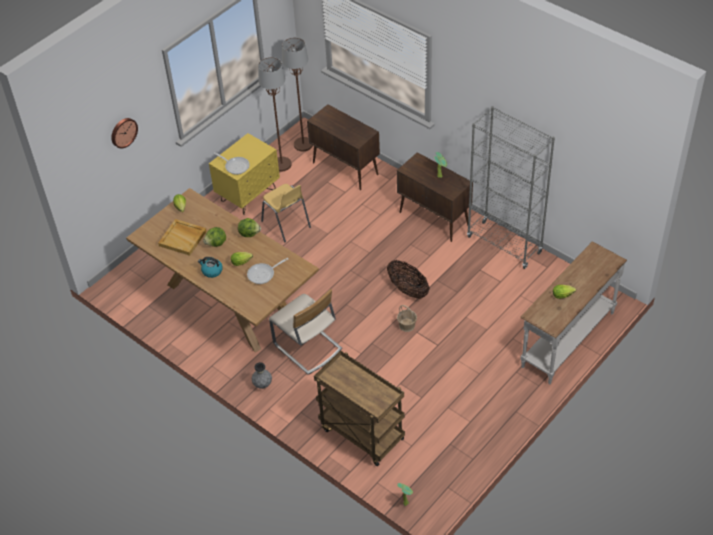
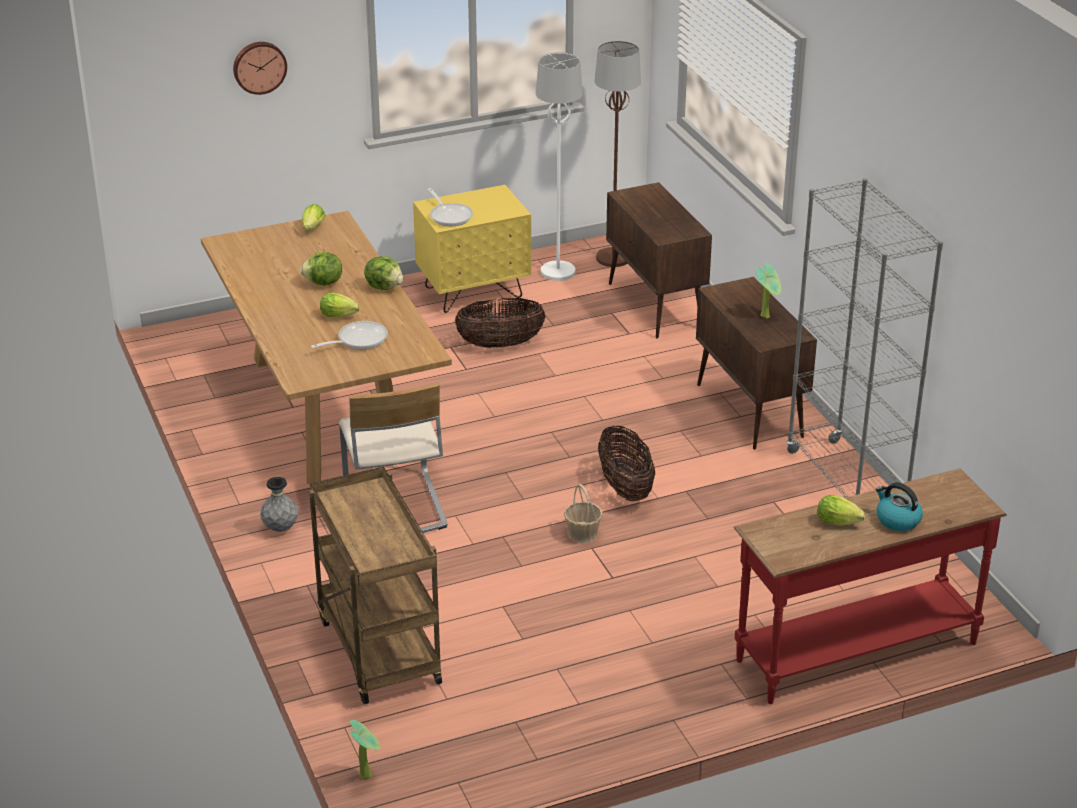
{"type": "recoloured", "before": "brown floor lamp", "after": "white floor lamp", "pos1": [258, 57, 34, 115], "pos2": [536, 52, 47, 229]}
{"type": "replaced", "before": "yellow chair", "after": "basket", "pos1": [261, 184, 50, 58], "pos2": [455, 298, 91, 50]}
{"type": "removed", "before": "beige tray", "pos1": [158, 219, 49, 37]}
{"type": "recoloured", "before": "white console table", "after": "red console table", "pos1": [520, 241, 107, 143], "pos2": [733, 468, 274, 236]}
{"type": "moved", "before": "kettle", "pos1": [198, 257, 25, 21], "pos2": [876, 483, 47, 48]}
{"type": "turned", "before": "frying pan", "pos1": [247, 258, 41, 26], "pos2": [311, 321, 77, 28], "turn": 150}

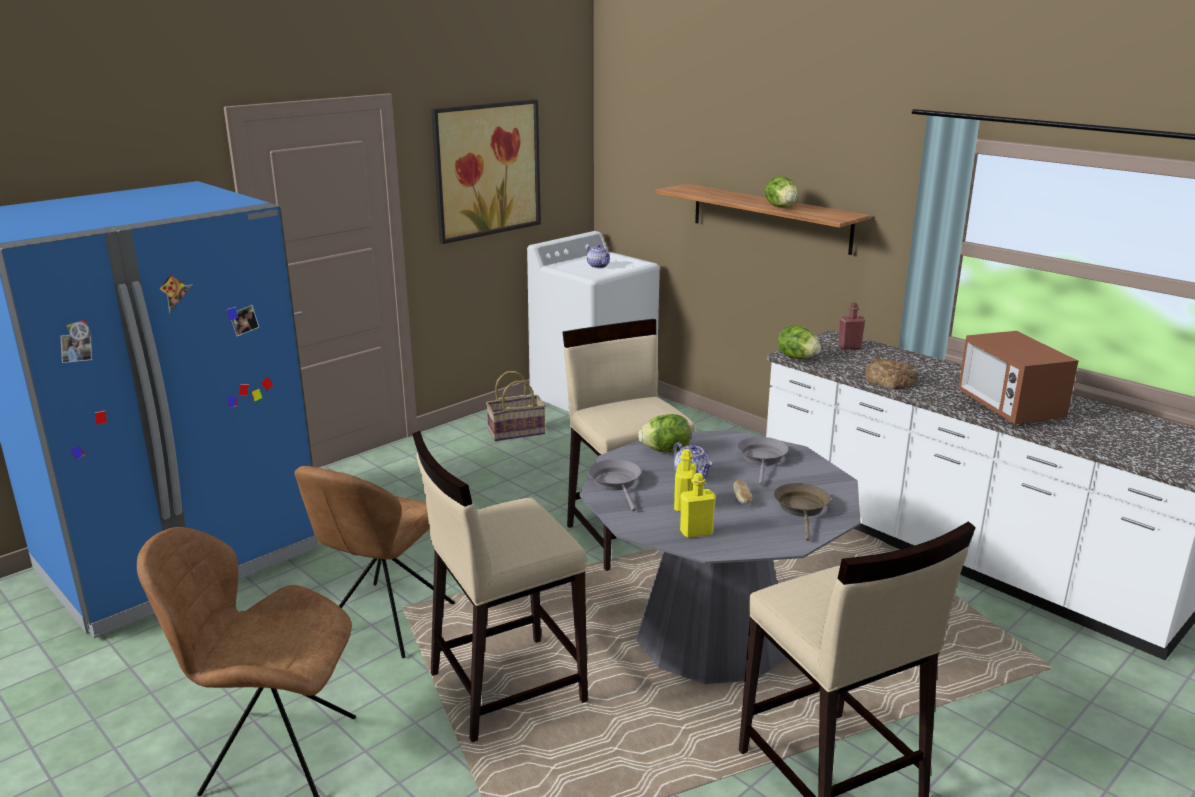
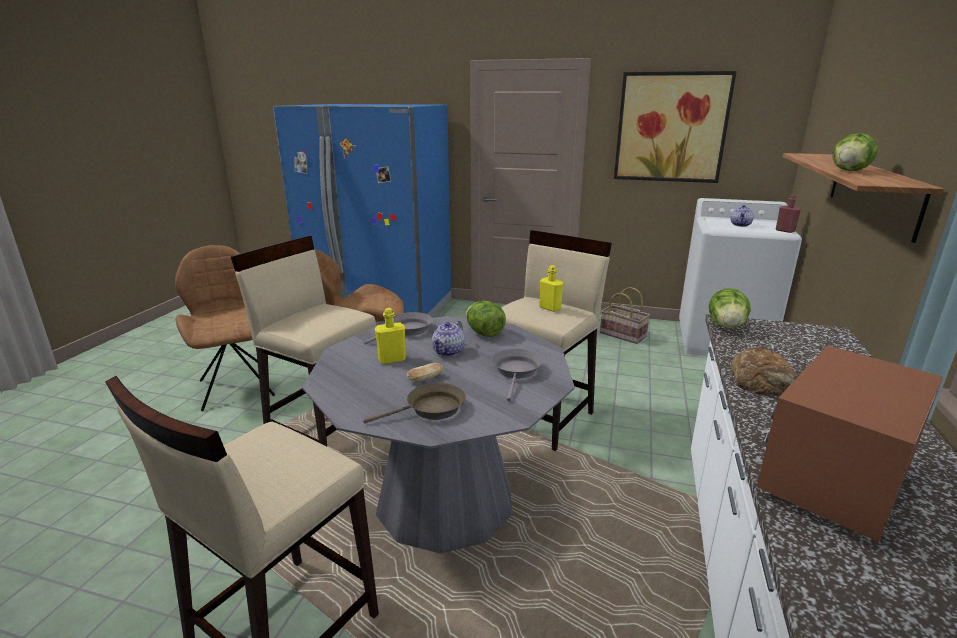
{"type": "moved", "before": "red bottle", "pos1": [838, 302, 27, 48], "pos2": [776, 195, 25, 38]}
{"type": "turned", "before": "grey frying pan", "pos1": [738, 437, 50, 48], "pos2": [491, 348, 52, 53], "turn": -60}
{"type": "moved", "before": "yellow bottle", "pos1": [680, 473, 36, 65], "pos2": [539, 265, 24, 47]}

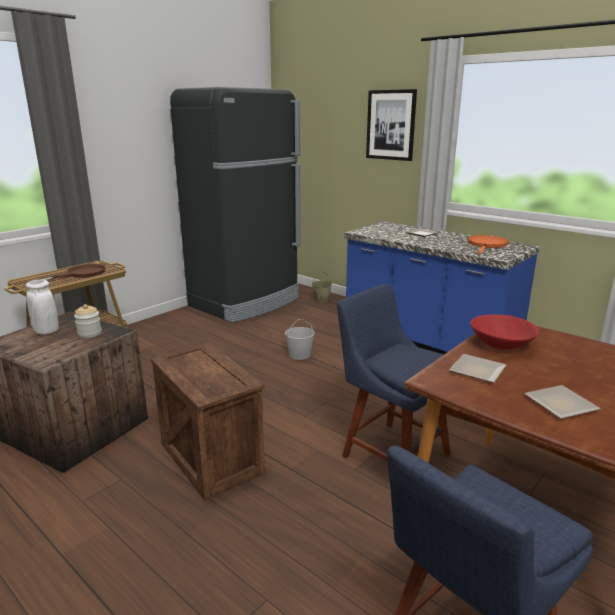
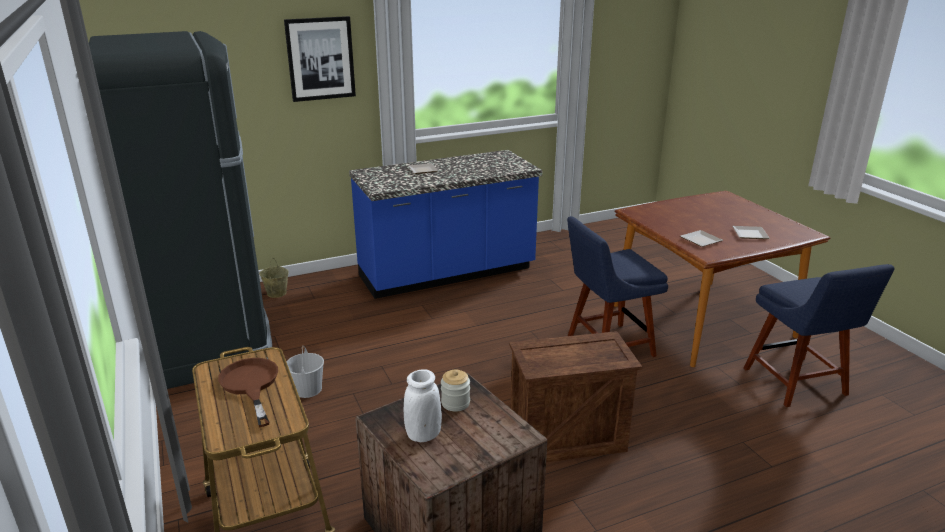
{"type": "removed", "before": "orange frying pan", "pos1": [467, 235, 42, 18]}
{"type": "removed", "before": "red bowl", "pos1": [470, 314, 69, 36]}
{"type": "moved", "before": "white bucket", "pos1": [285, 319, 29, 41], "pos2": [287, 346, 37, 52]}

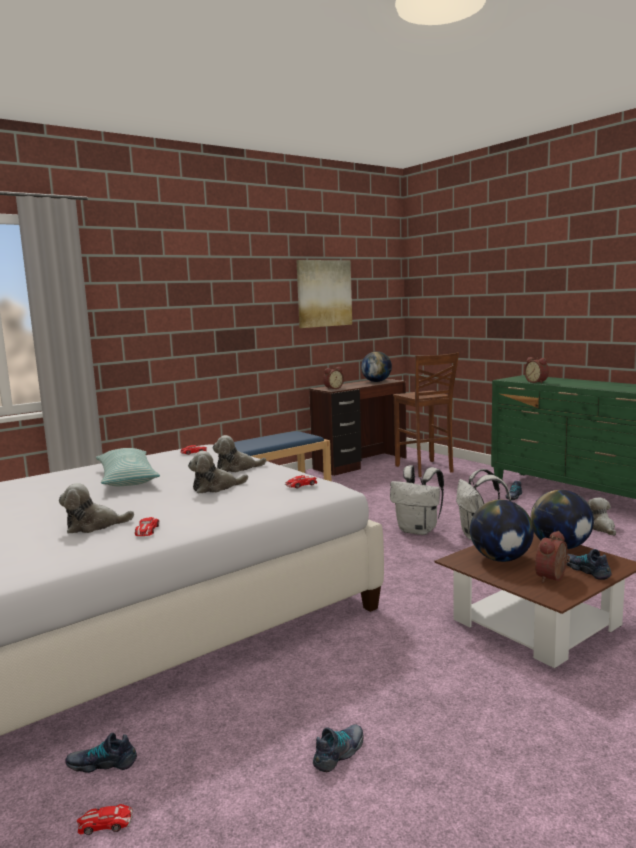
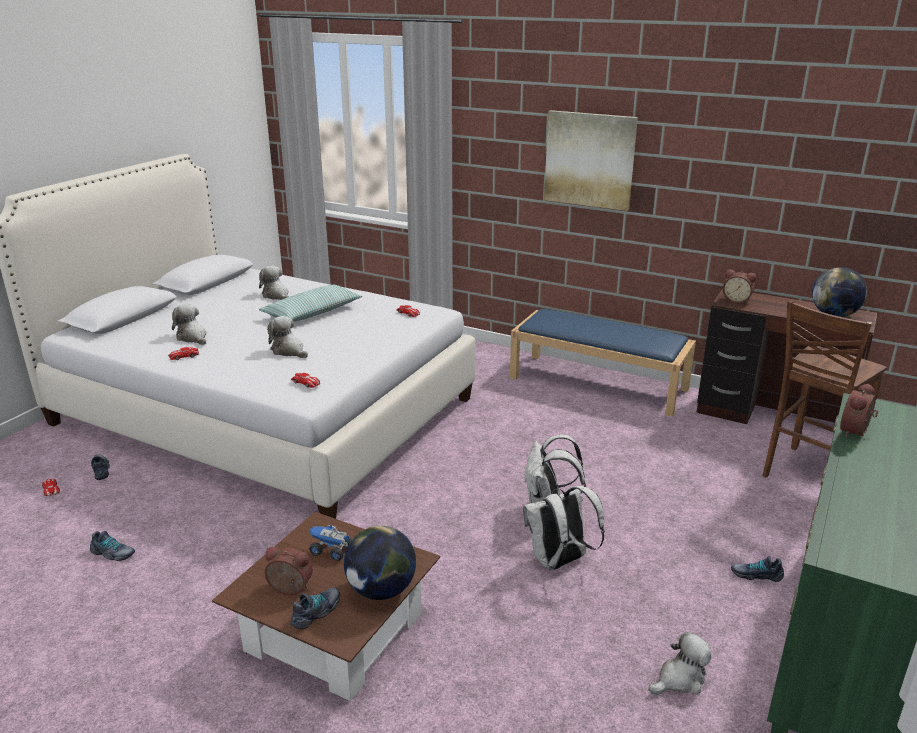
{"type": "moved", "before": "picture", "pos1": [296, 260, 56, 68], "pos2": [544, 110, 94, 101]}
{"type": "moved", "before": "plush toy", "pos1": [213, 435, 54, 37], "pos2": [259, 265, 30, 35]}
{"type": "replaced", "before": "globe", "after": "toy truck", "pos1": [470, 499, 64, 63], "pos2": [309, 525, 43, 36]}

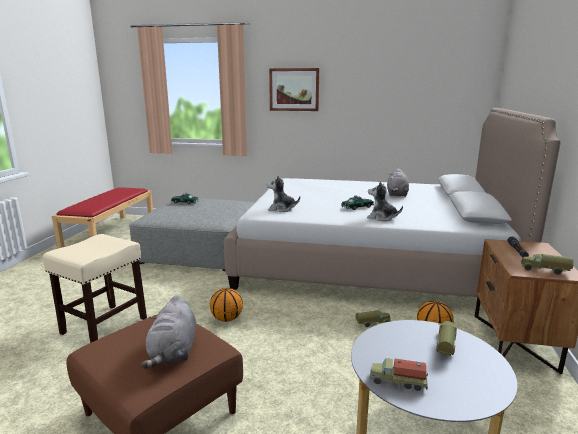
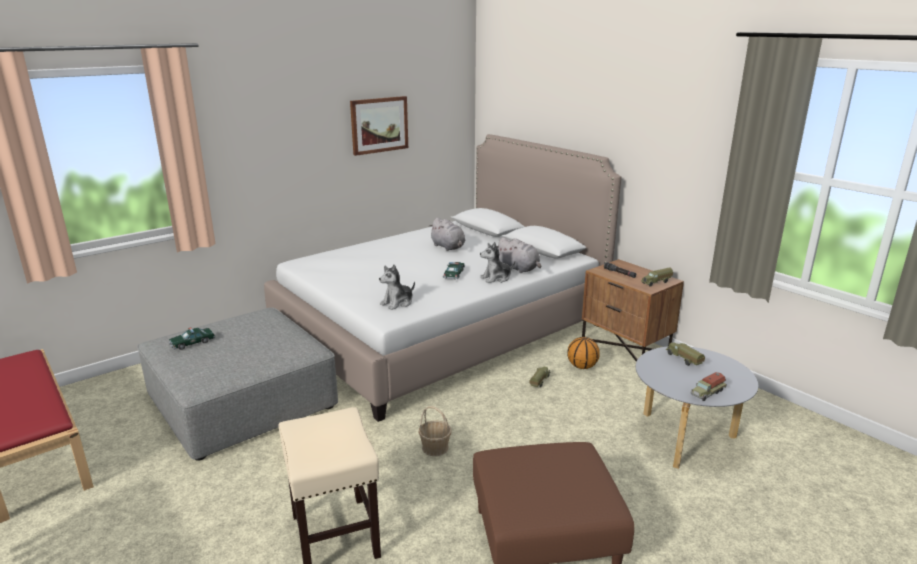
{"type": "moved", "before": "picture", "pos1": [269, 68, 50, 43], "pos2": [350, 96, 58, 60]}
{"type": "replaced", "before": "basketball", "after": "basket", "pos1": [210, 288, 33, 34], "pos2": [418, 406, 34, 50]}
{"type": "moved", "before": "grey plush toy", "pos1": [141, 295, 55, 73], "pos2": [497, 237, 44, 36]}

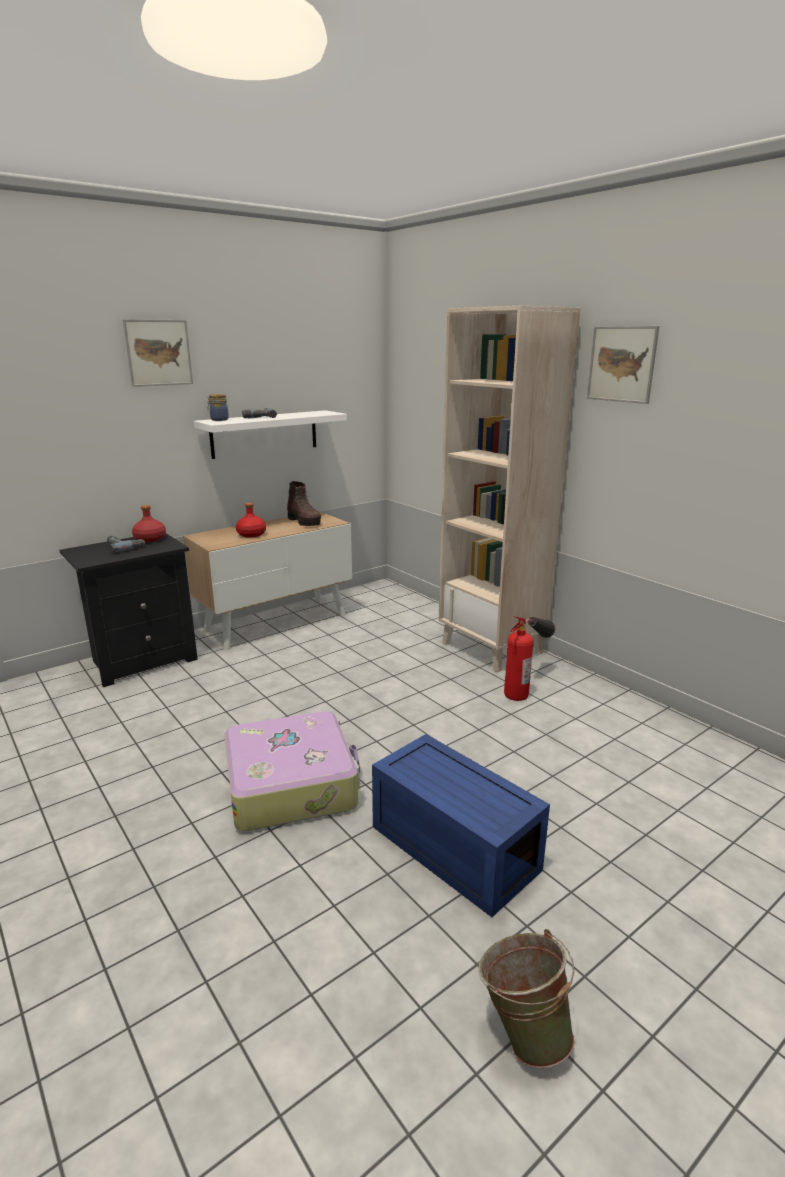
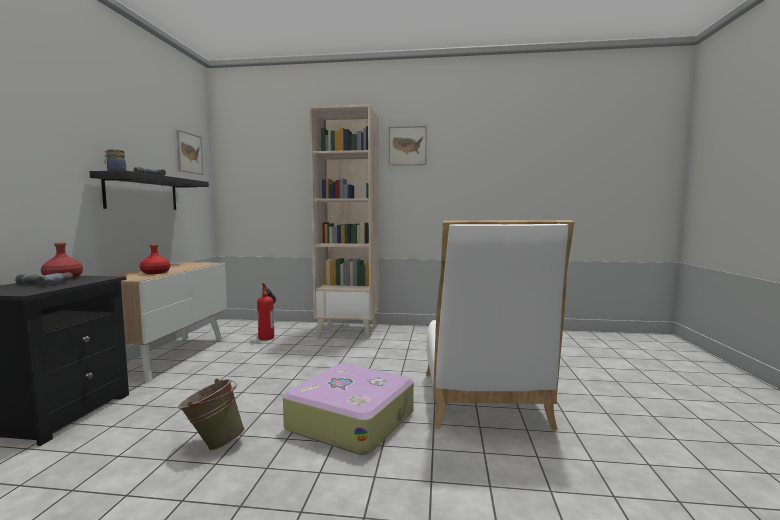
{"type": "moved", "before": "picture", "pos1": [123, 319, 70, 68], "pos2": [176, 129, 28, 46]}
{"type": "recoloured", "before": "white shelf", "after": "black shelf", "pos1": [194, 410, 153, 49], "pos2": [89, 171, 120, 39]}
{"type": "removed", "before": "brown boot", "pos1": [287, 481, 34, 45]}
{"type": "moved", "before": "fire extinguisher", "pos1": [504, 616, 51, 85], "pos2": [257, 283, 19, 57]}
{"type": "replaced", "before": "blue storage box", "after": "white chair", "pos1": [372, 734, 178, 183], "pos2": [426, 220, 148, 210]}
{"type": "moved", "before": "green bucket", "pos1": [478, 929, 97, 140], "pos2": [178, 379, 67, 72]}

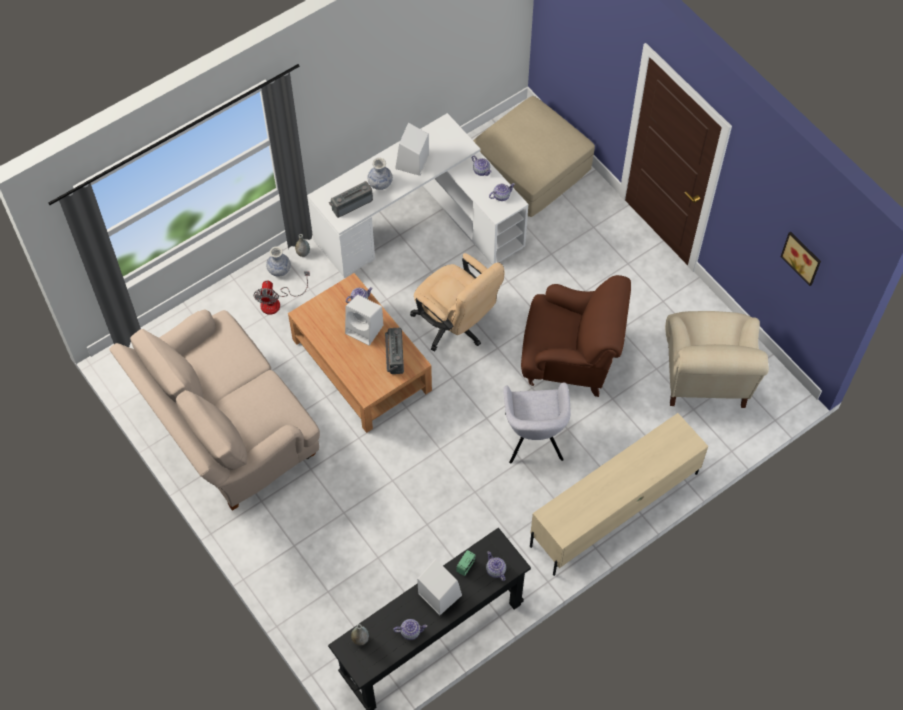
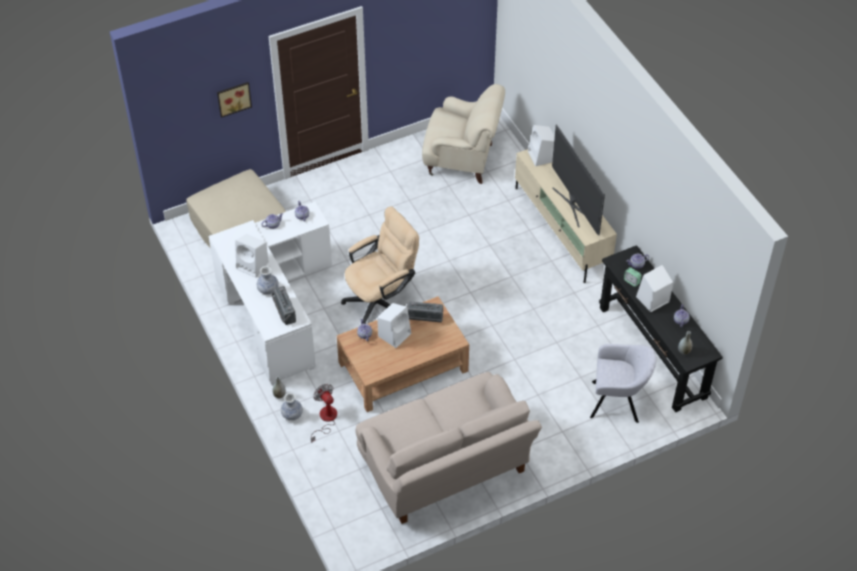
{"type": "moved", "before": "picture", "pos1": [781, 231, 40, 55], "pos2": [217, 82, 35, 36]}
{"type": "turned", "before": "fan", "pos1": [253, 271, 57, 44], "pos2": [311, 384, 26, 59], "turn": -135}
{"type": "removed", "before": "brown armchair", "pos1": [521, 275, 110, 122]}
{"type": "moved", "before": "grey armchair", "pos1": [503, 383, 68, 81], "pos2": [590, 344, 66, 79]}
{"type": "added", "after": "television", "pos2": [552, 124, 53, 111]}
{"type": "added", "after": "white speaker", "pos2": [528, 125, 27, 41]}

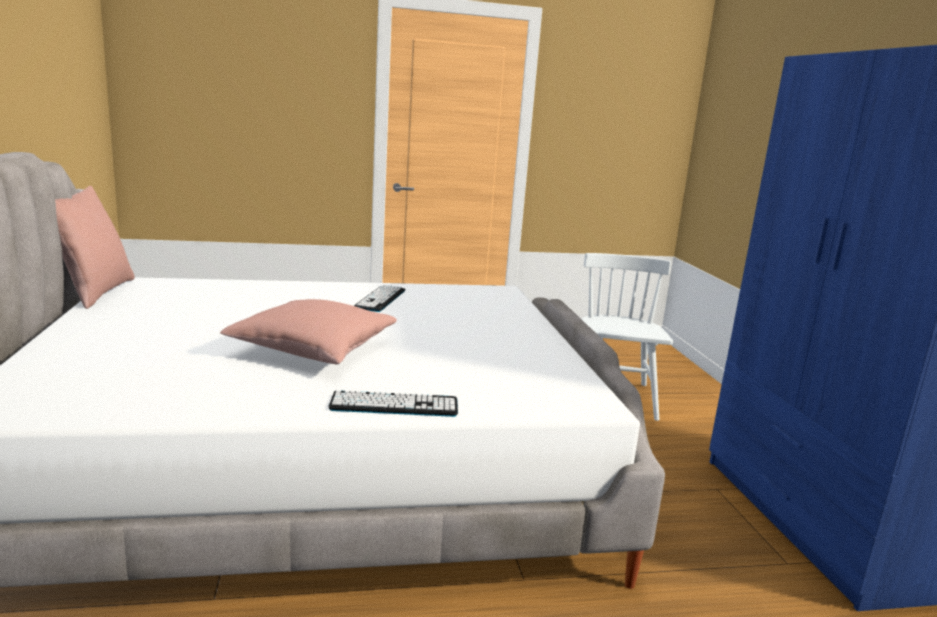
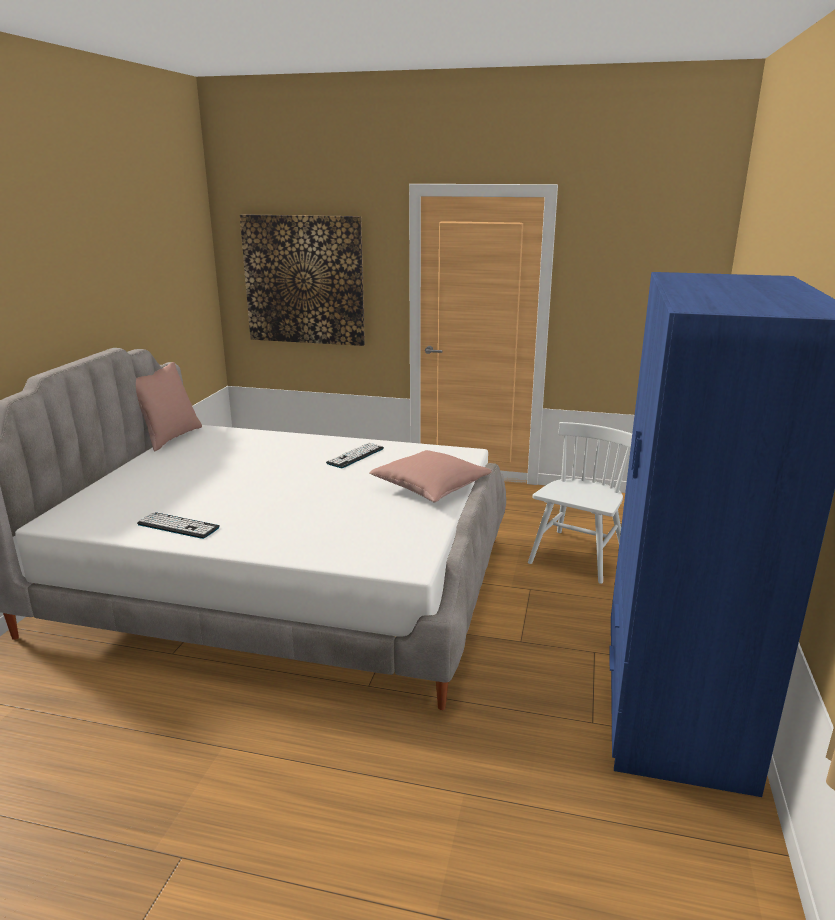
{"type": "moved", "before": "pink pillow", "pos1": [220, 299, 177, 65], "pos2": [369, 450, 123, 53]}
{"type": "moved", "before": "keyboard", "pos1": [328, 390, 130, 27], "pos2": [137, 512, 83, 27]}
{"type": "added", "after": "picture", "pos2": [240, 214, 125, 132]}

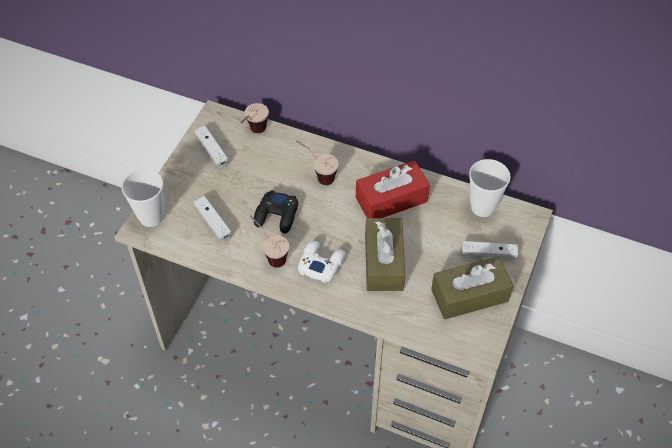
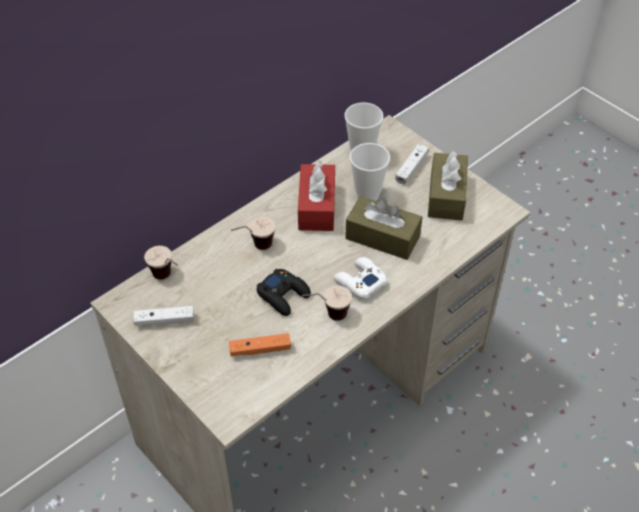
{"type": "moved", "before": "cup", "pos1": [121, 169, 43, 58], "pos2": [350, 143, 40, 58]}
{"type": "recoloured", "before": "white game controller", "after": "orange game controller", "pos1": [194, 196, 38, 46], "pos2": [229, 333, 62, 23]}

